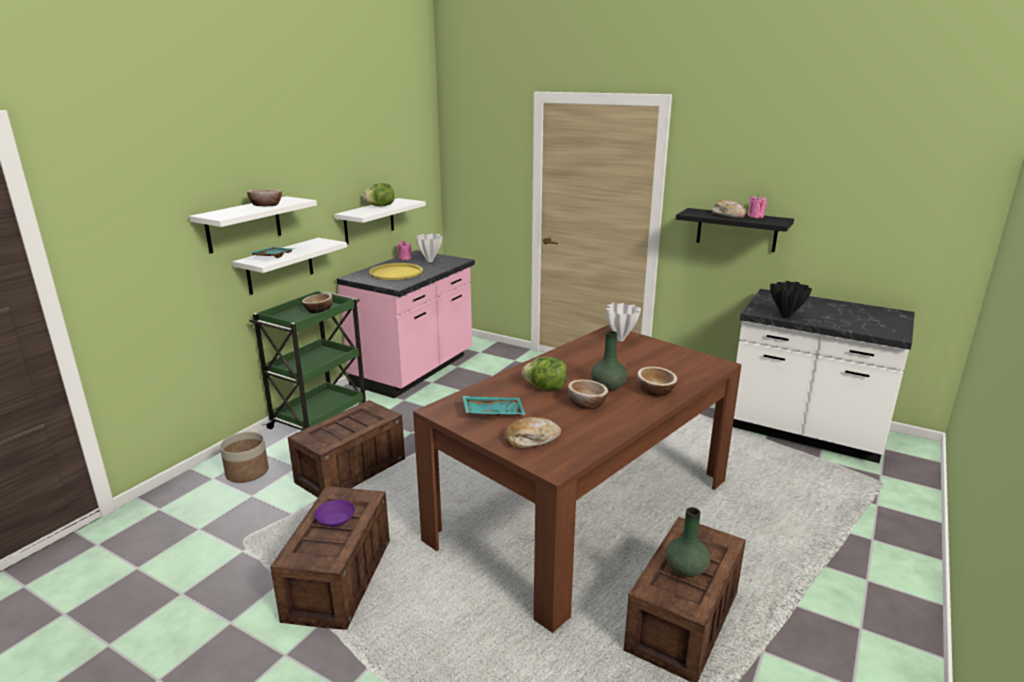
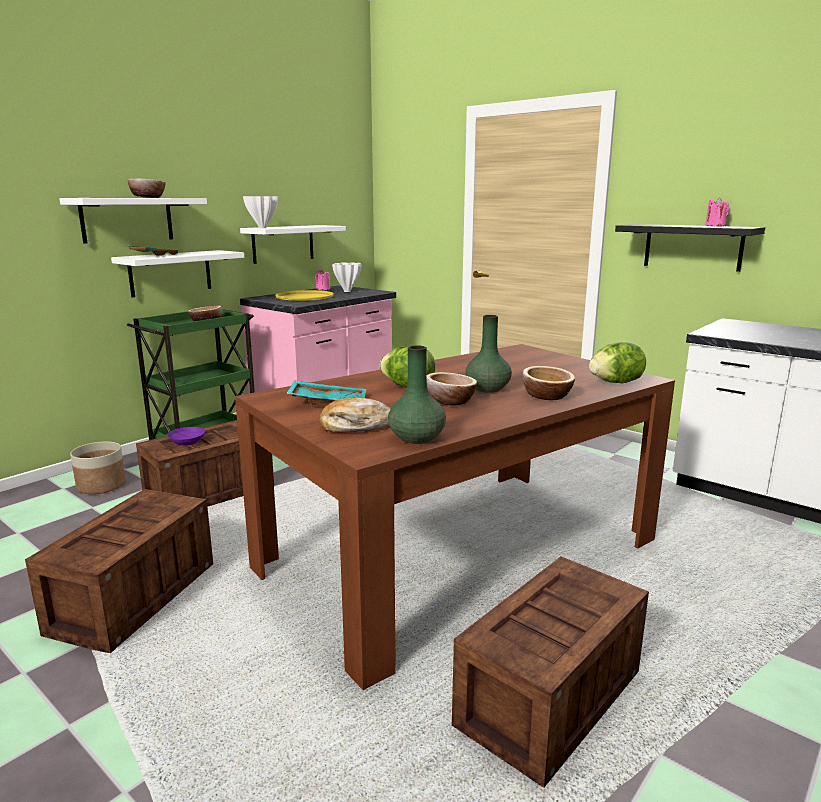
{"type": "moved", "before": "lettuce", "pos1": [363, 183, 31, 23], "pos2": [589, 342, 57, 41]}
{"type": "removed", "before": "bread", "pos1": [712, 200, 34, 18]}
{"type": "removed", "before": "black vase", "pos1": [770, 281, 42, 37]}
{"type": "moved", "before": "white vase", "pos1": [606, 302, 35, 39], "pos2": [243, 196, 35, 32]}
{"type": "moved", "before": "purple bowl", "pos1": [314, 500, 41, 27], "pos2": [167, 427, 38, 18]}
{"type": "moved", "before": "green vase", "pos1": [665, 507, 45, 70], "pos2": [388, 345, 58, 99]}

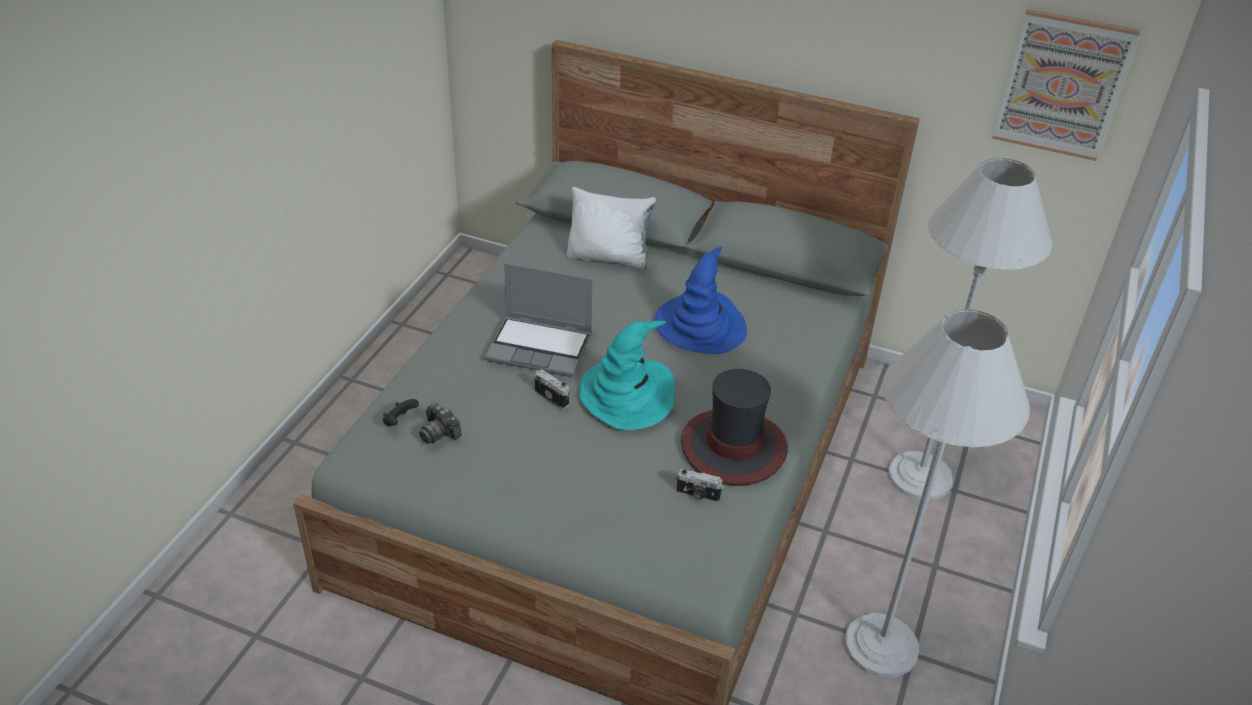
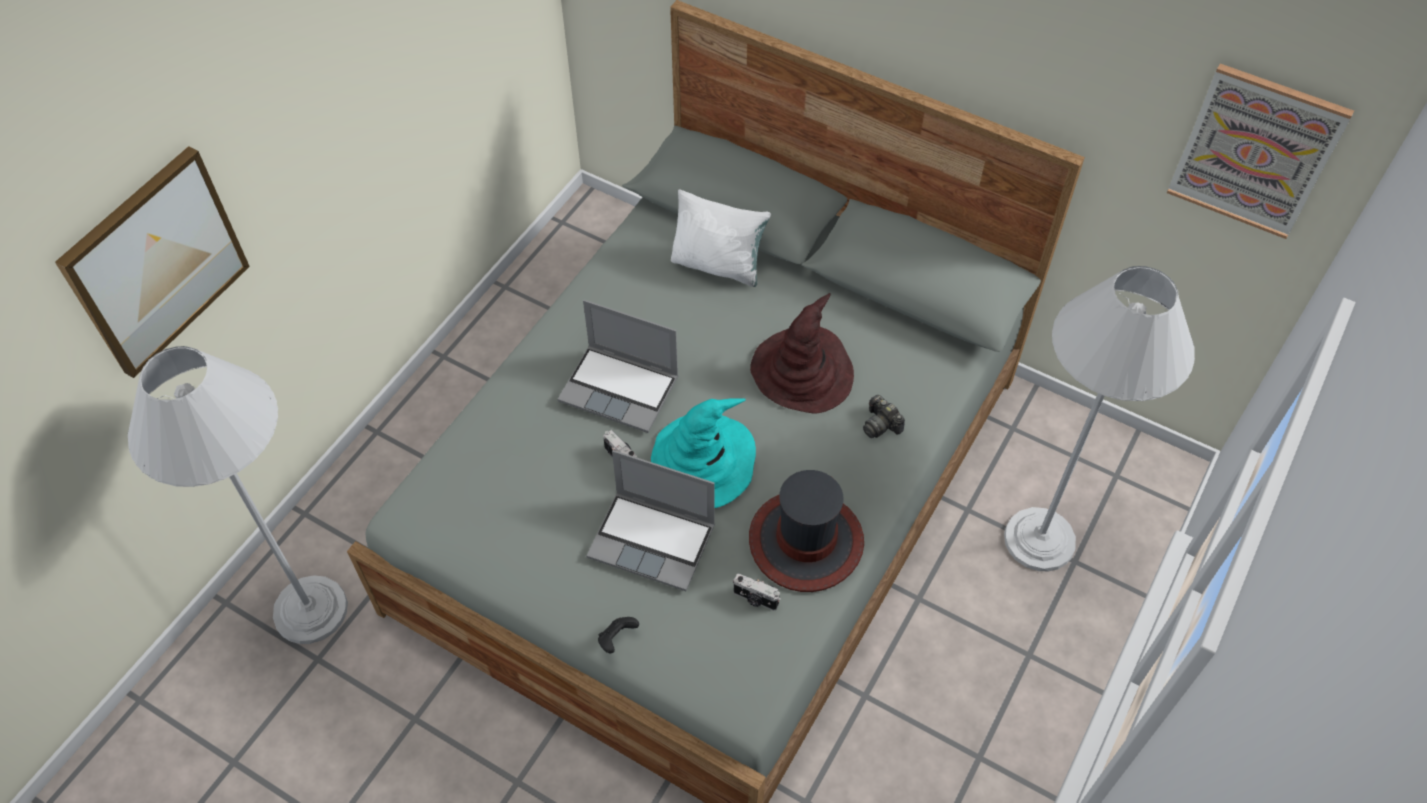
{"type": "recoloured", "before": "blue hat", "after": "brown hat", "pos1": [654, 247, 93, 107], "pos2": [750, 293, 104, 120]}
{"type": "moved", "before": "white floor lamp", "pos1": [844, 309, 186, 369], "pos2": [128, 346, 220, 298]}
{"type": "moved", "before": "black game controller", "pos1": [383, 399, 36, 27], "pos2": [598, 617, 41, 37]}
{"type": "moved", "before": "photo camera", "pos1": [419, 403, 43, 41], "pos2": [863, 395, 42, 43]}
{"type": "added", "after": "picture", "pos2": [55, 146, 195, 232]}
{"type": "added", "after": "laptop", "pos2": [586, 450, 129, 141]}

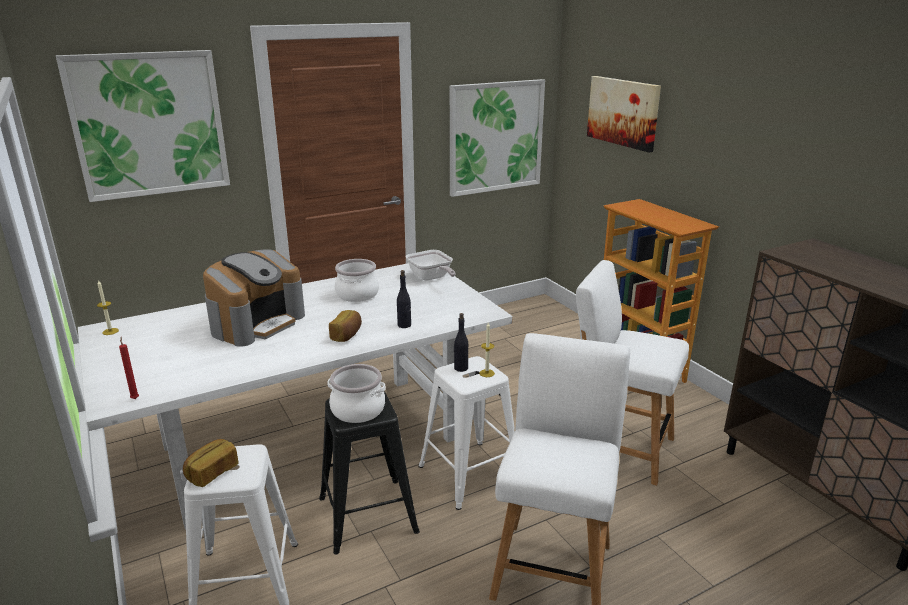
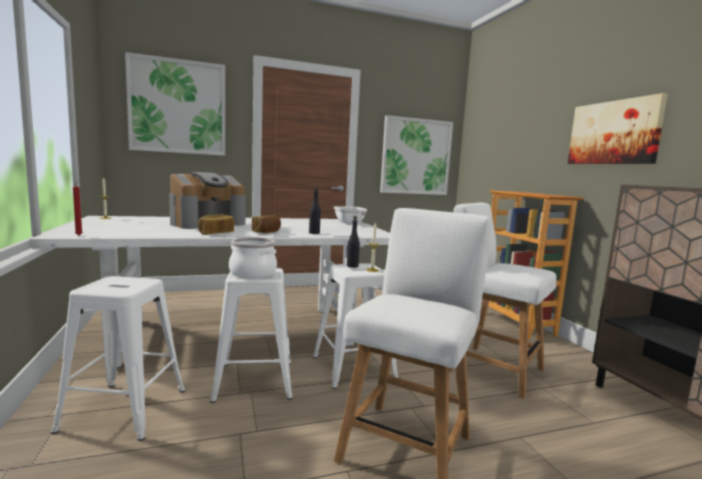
{"type": "moved", "before": "picture", "pos1": [587, 76, 74, 76], "pos2": [568, 93, 100, 71]}
{"type": "removed", "before": "cooking pot", "pos1": [335, 259, 44, 43]}
{"type": "recoloured", "before": "black stool", "after": "white stool", "pos1": [319, 391, 101, 163], "pos2": [210, 268, 83, 135]}
{"type": "moved", "before": "bread", "pos1": [183, 439, 56, 48], "pos2": [198, 214, 36, 20]}

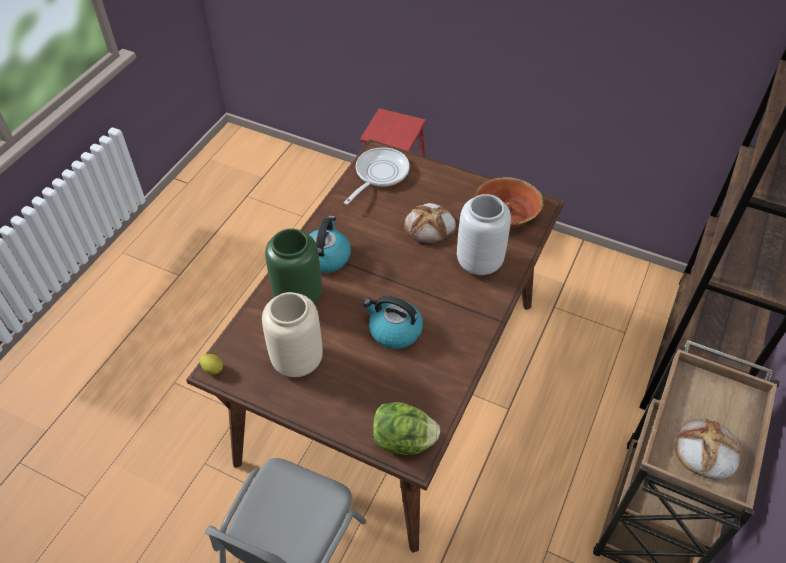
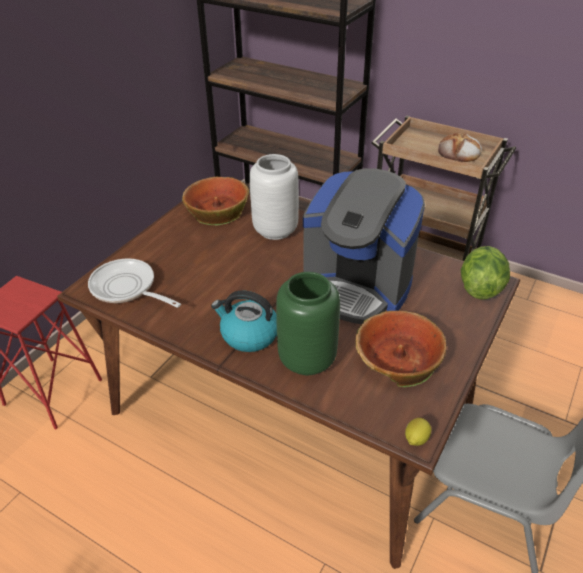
{"type": "removed", "before": "bread", "pos1": [404, 203, 52, 42]}
{"type": "replaced", "before": "beige vase", "after": "bowl", "pos1": [262, 292, 61, 85], "pos2": [356, 311, 90, 76]}
{"type": "replaced", "before": "kettle", "after": "coffee machine", "pos1": [363, 296, 60, 53], "pos2": [303, 168, 122, 156]}

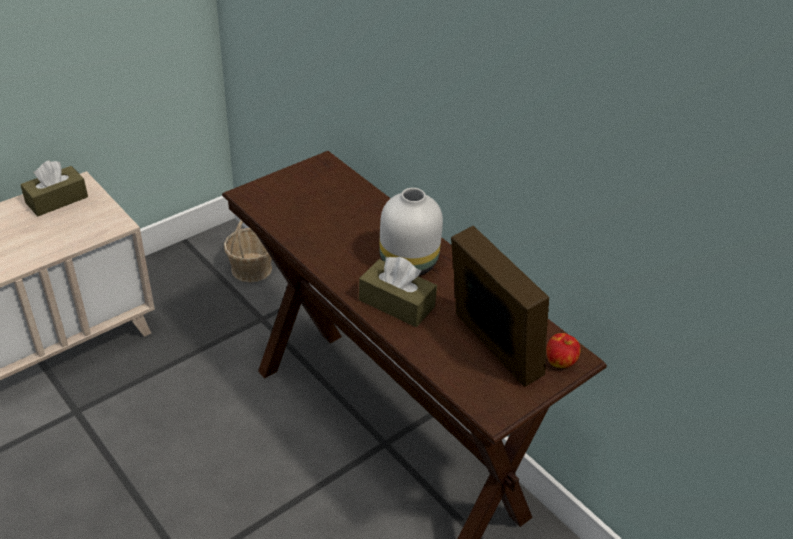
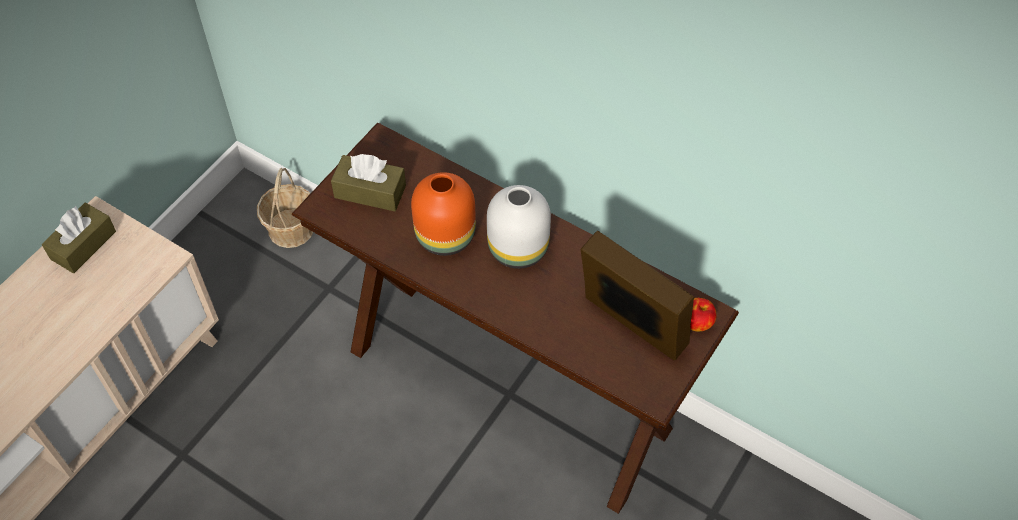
{"type": "moved", "before": "brown tissue box", "pos1": [359, 257, 78, 70], "pos2": [331, 154, 75, 57]}
{"type": "added", "after": "orange vase", "pos2": [411, 172, 65, 84]}

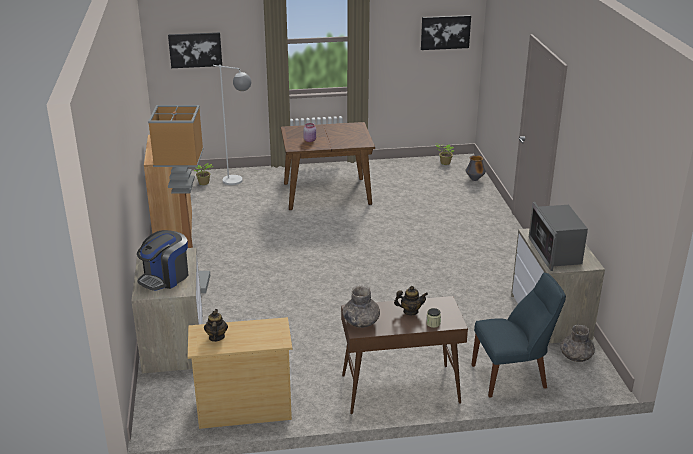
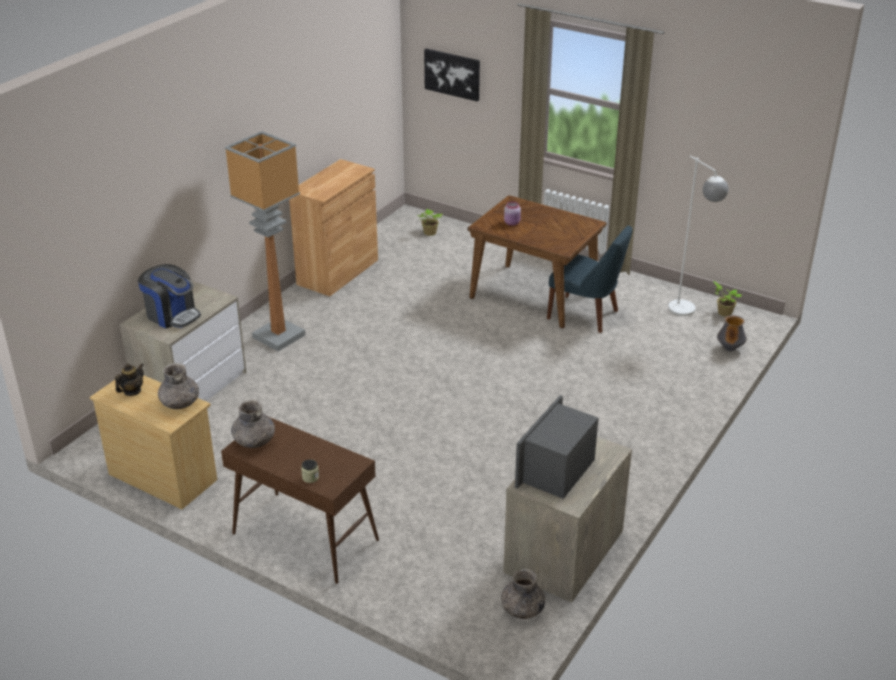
{"type": "removed", "before": "picture", "pos1": [421, 15, 50, 35]}
{"type": "moved", "before": "white floor lamp", "pos1": [213, 65, 38, 120], "pos2": [668, 155, 61, 161]}
{"type": "turned", "before": "coffee machine", "pos1": [137, 230, 51, 61], "pos2": [138, 264, 63, 64], "turn": -135}
{"type": "moved", "before": "blue chair", "pos1": [471, 273, 95, 125], "pos2": [547, 226, 86, 107]}
{"type": "removed", "before": "teapot", "pos1": [394, 286, 34, 29]}
{"type": "added", "after": "grey vase", "pos2": [158, 363, 41, 46]}

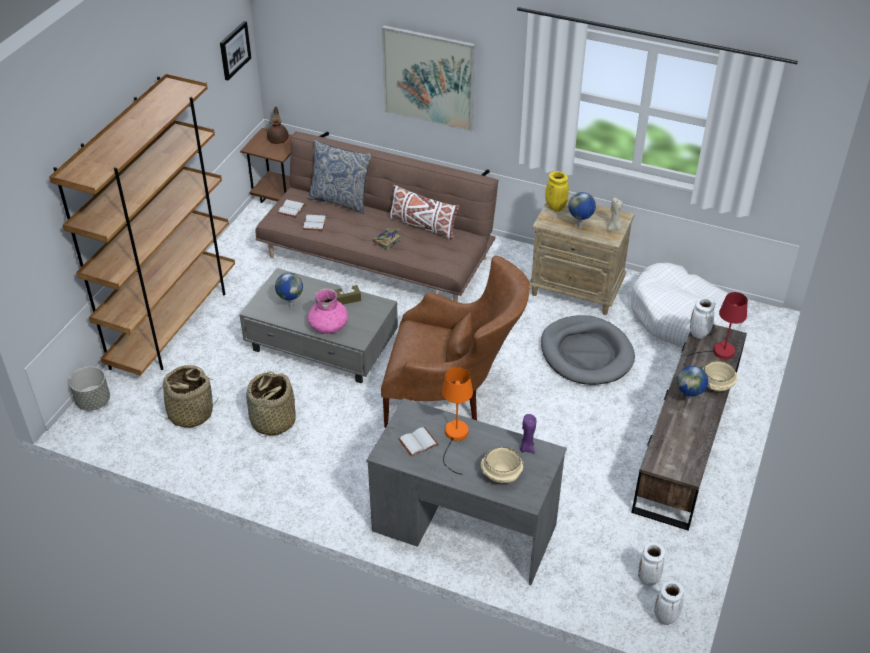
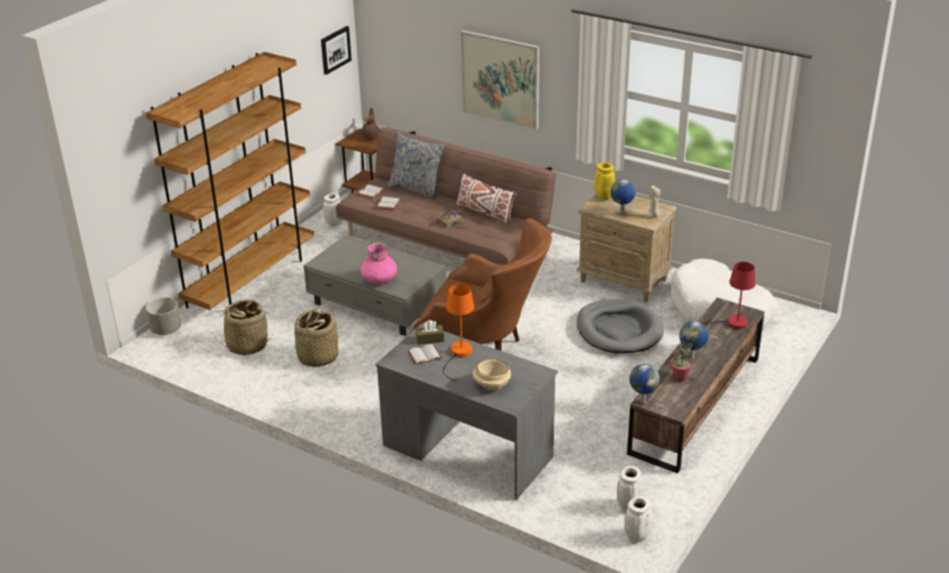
{"type": "moved", "before": "globe", "pos1": [275, 273, 28, 35], "pos2": [629, 364, 31, 40]}
{"type": "moved", "before": "brown tissue box", "pos1": [334, 283, 27, 22], "pos2": [416, 320, 28, 25]}
{"type": "moved", "before": "white vase", "pos1": [690, 297, 25, 42], "pos2": [323, 193, 19, 34]}
{"type": "removed", "before": "beige bowl", "pos1": [702, 360, 35, 32]}
{"type": "removed", "before": "purple candle", "pos1": [520, 414, 16, 39]}
{"type": "added", "after": "potted plant", "pos2": [670, 340, 23, 41]}

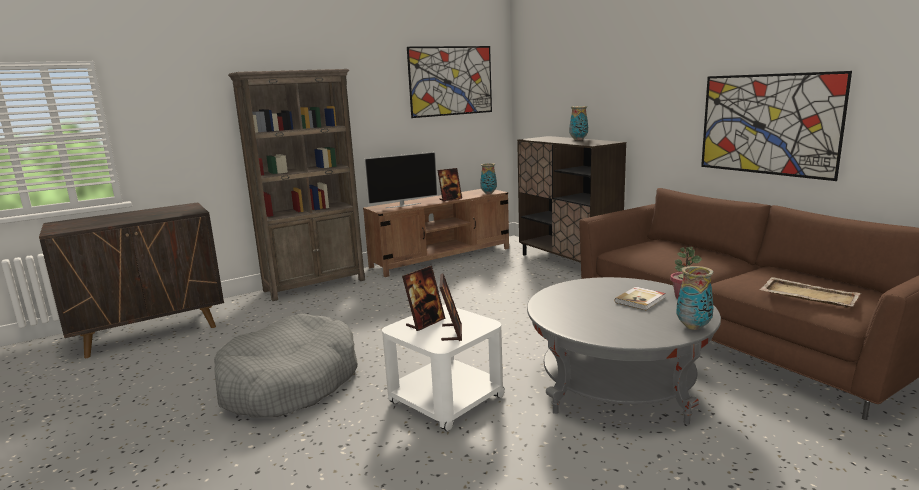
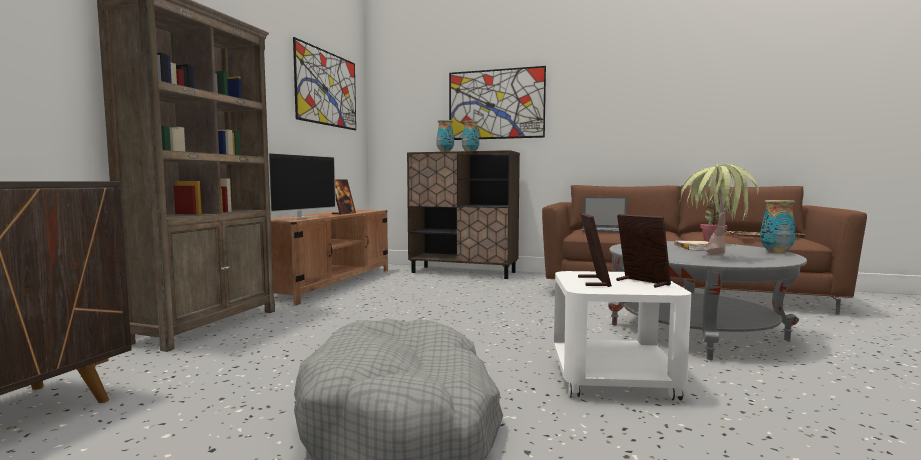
{"type": "moved", "before": "picture", "pos1": [701, 71, 151, 110], "pos2": [449, 66, 97, 74]}
{"type": "moved", "before": "vase", "pos1": [480, 163, 17, 31], "pos2": [436, 120, 18, 32]}
{"type": "added", "after": "potted plant", "pos2": [681, 164, 78, 91]}
{"type": "added", "after": "laptop", "pos2": [582, 196, 45, 37]}

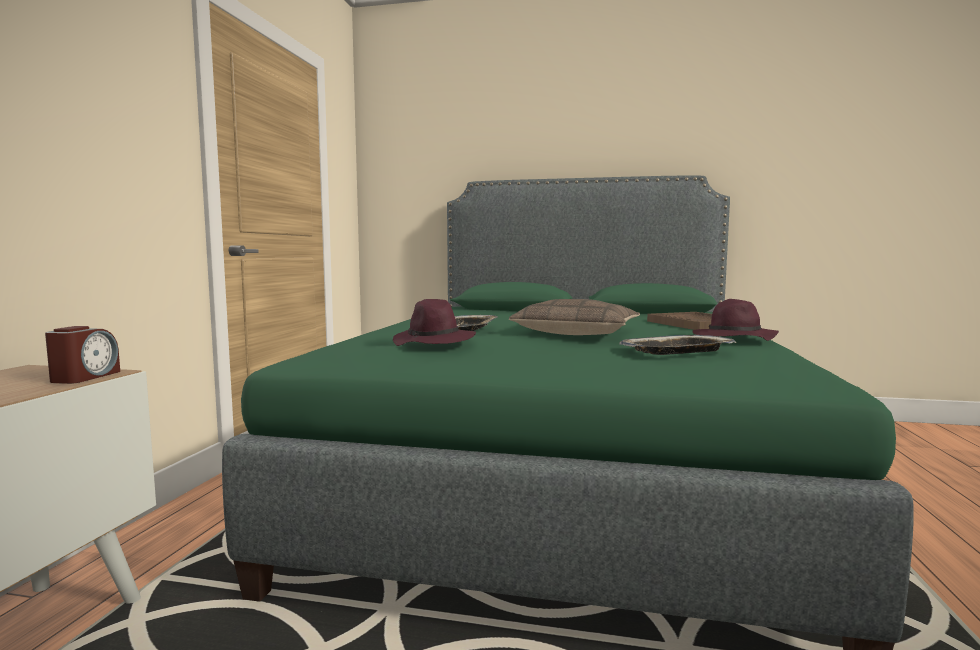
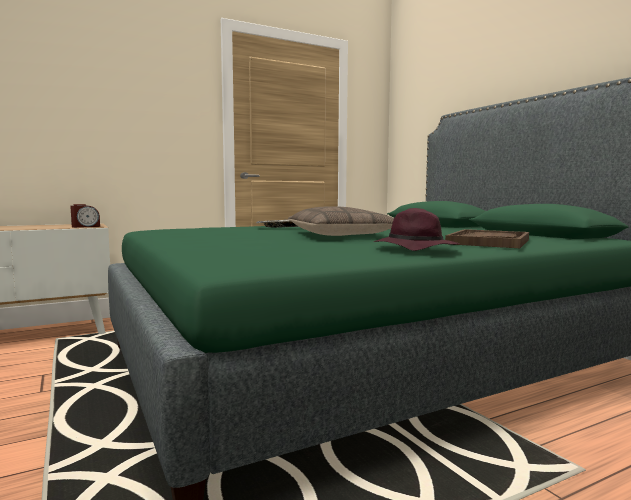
{"type": "removed", "before": "purple hat", "pos1": [393, 299, 83, 47]}
{"type": "removed", "before": "tray", "pos1": [619, 335, 117, 20]}

